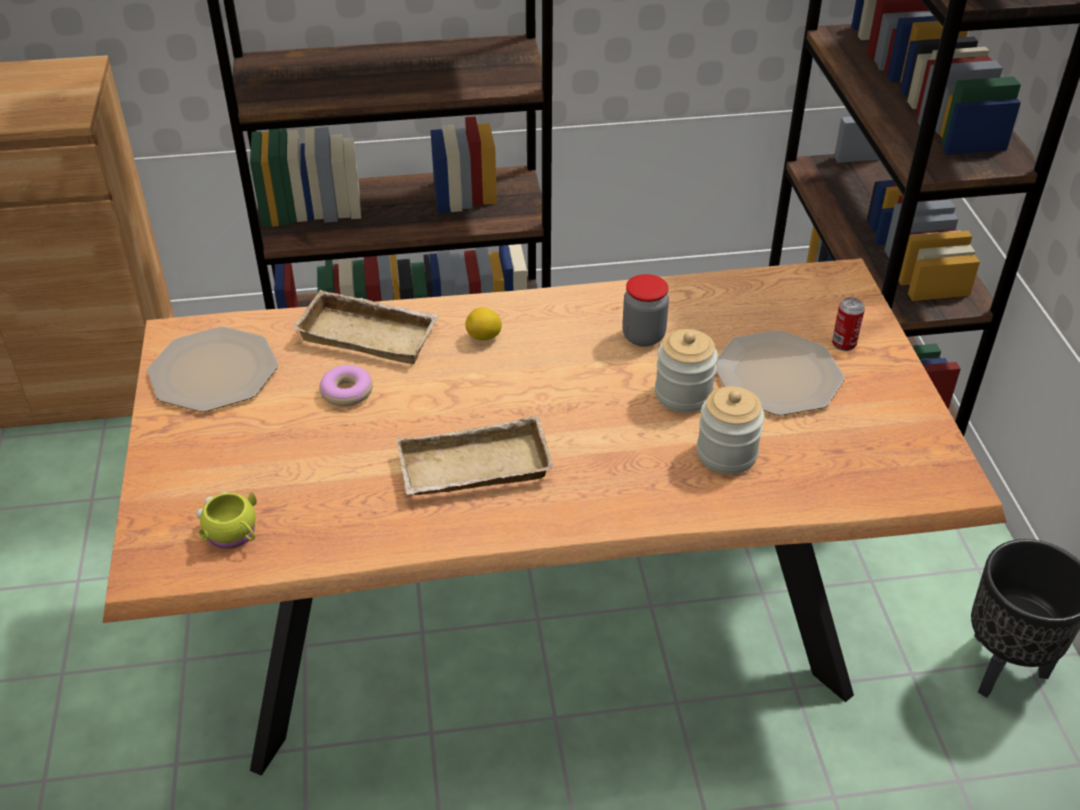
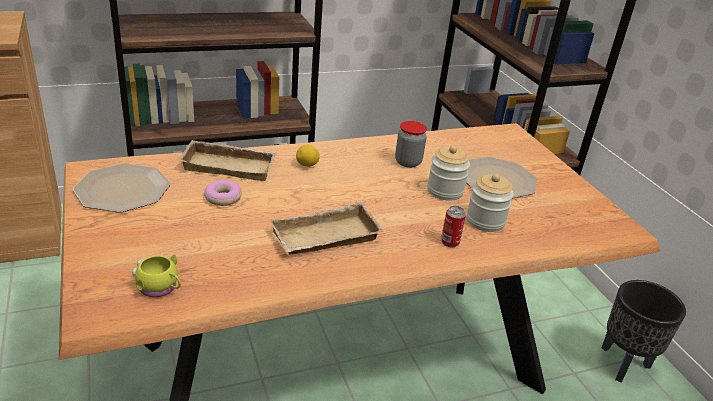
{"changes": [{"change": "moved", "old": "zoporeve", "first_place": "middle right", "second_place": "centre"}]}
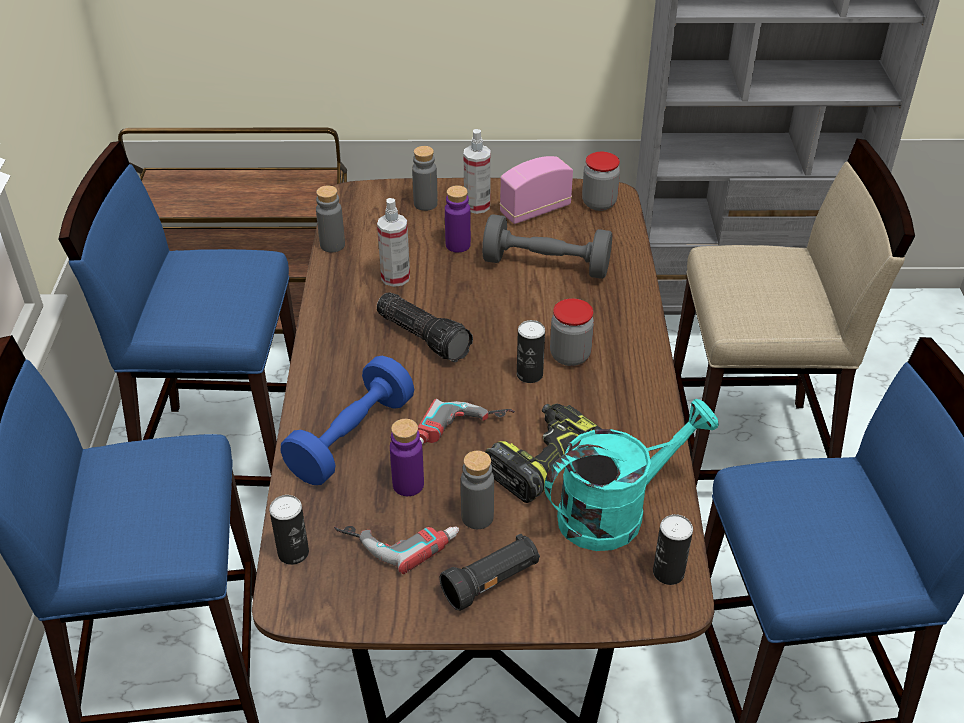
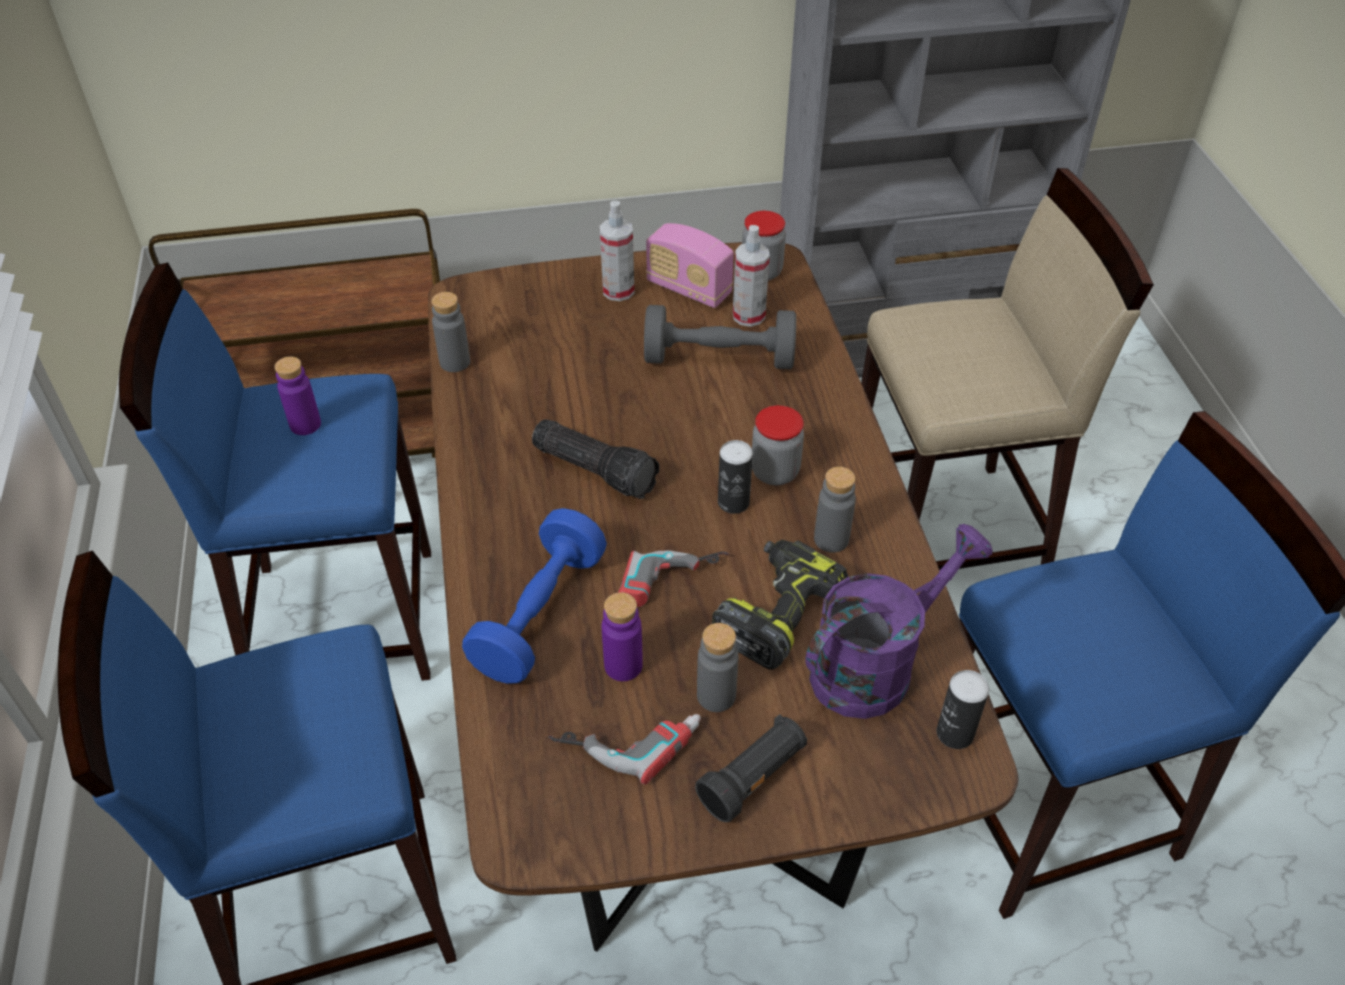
{"changes": [{"change": "moved", "old": "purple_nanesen (2nd from left in the first image)", "new": "purple_nanesen (1st from left)", "first_place": "top centre", "second_place": "middle left"}, {"change": "turned", "old": "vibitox", "first_place": "top centre", "second_place": "top centre", "degrees": -105}, {"change": "moved", "old": "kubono (1st from left in the first image)", "new": "kubono (2nd from left)", "first_place": "centre", "second_place": "top centre"}, {"change": "recoloured", "old": "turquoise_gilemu", "new": "purple_gilemu", "first_place": "centre", "second_place": "middle right"}, {"change": "moved", "old": "grey_nanesen (2nd from left in the first image)", "new": "grey_nanesen (3rd from left)", "first_place": "top centre", "second_place": "centre"}, {"change": "removed", "old": "zoporeve (1st from left)", "first_place": "bottom left"}]}
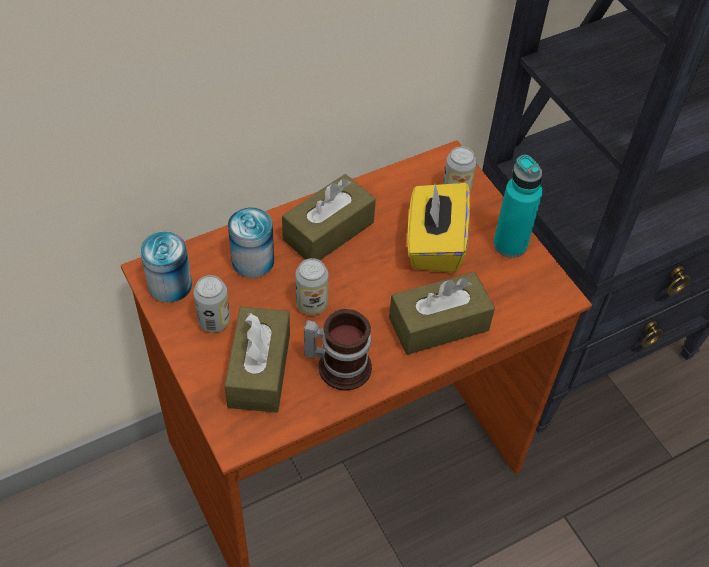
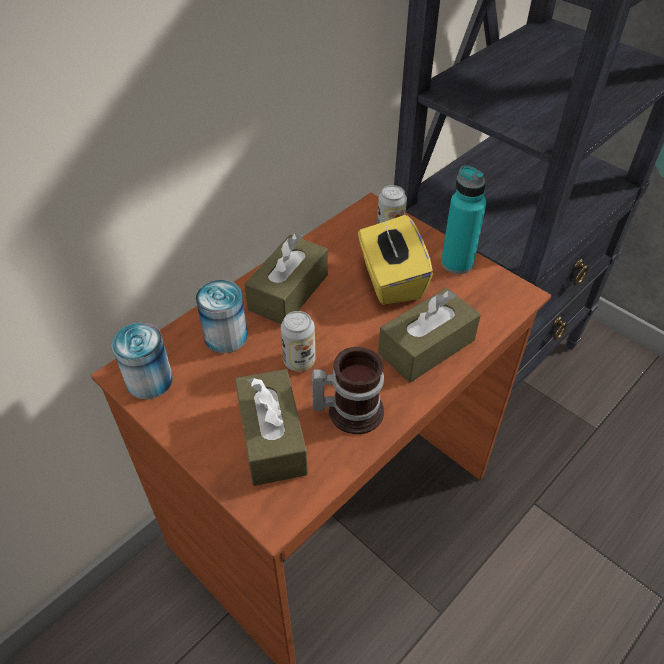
{"changes": [{"change": "removed", "old": "zoporeve (2nd from left)", "first_place": "middle left"}]}
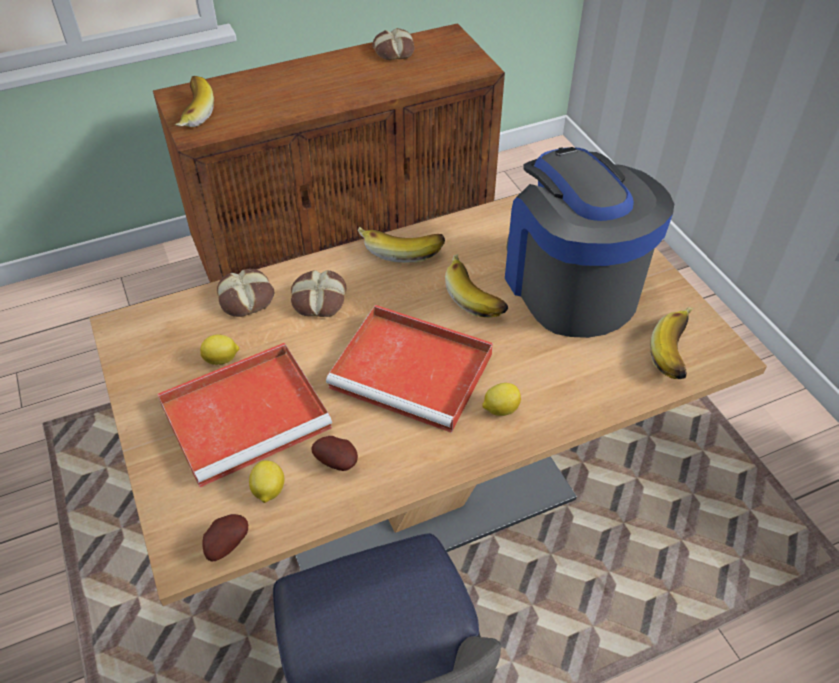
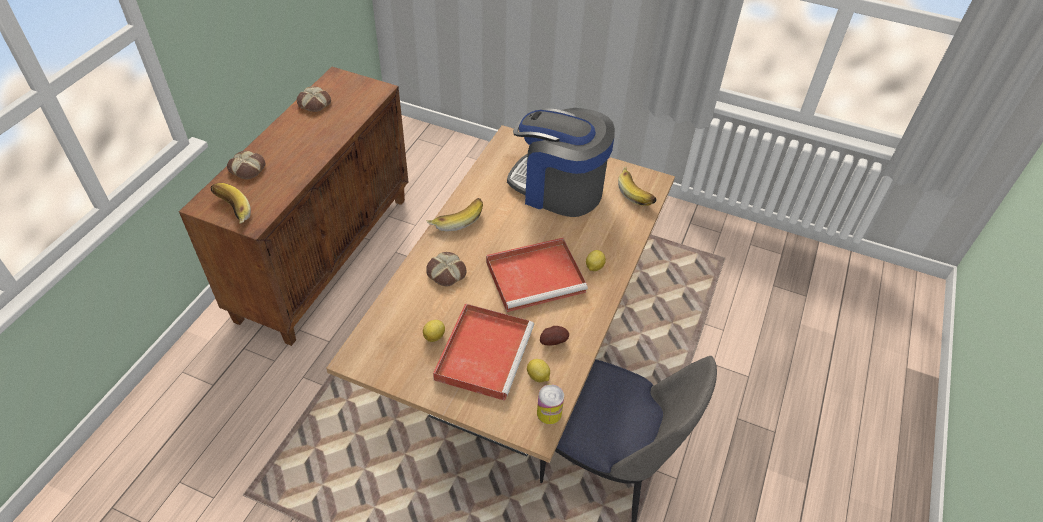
{"changes": [{"change": "moved", "old": "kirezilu (1st from left)", "first_place": "middle left", "second_place": "top left"}, {"change": "replaced", "old": "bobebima (1st from left)", "new": "zoporeve", "first_place": "bottom left", "second_place": "bottom centre"}, {"change": "removed", "old": "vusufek (3rd from left)", "first_place": "centre"}]}
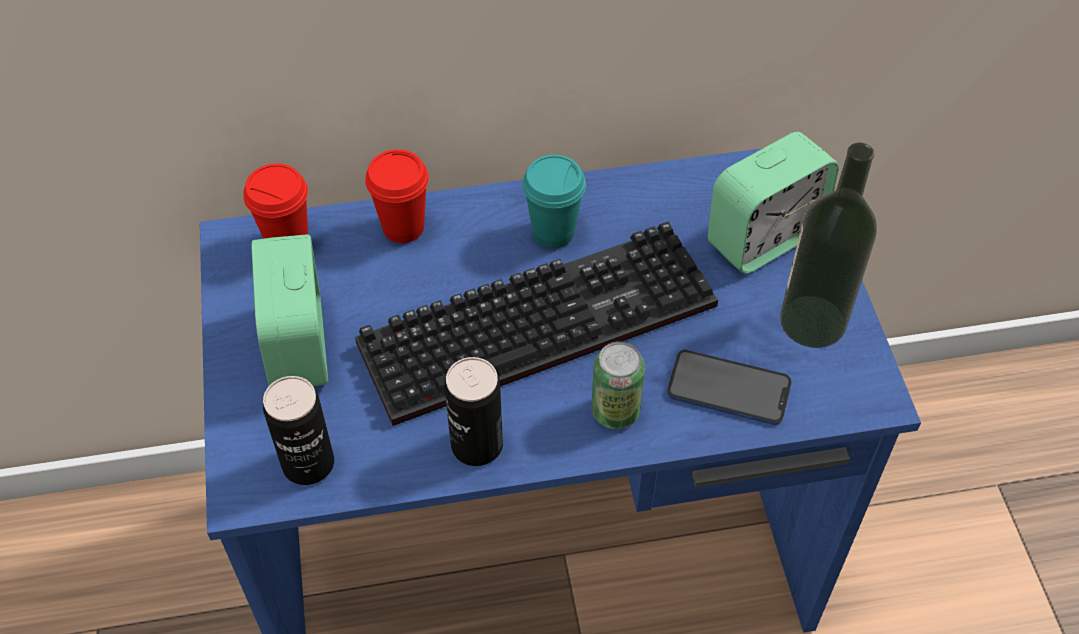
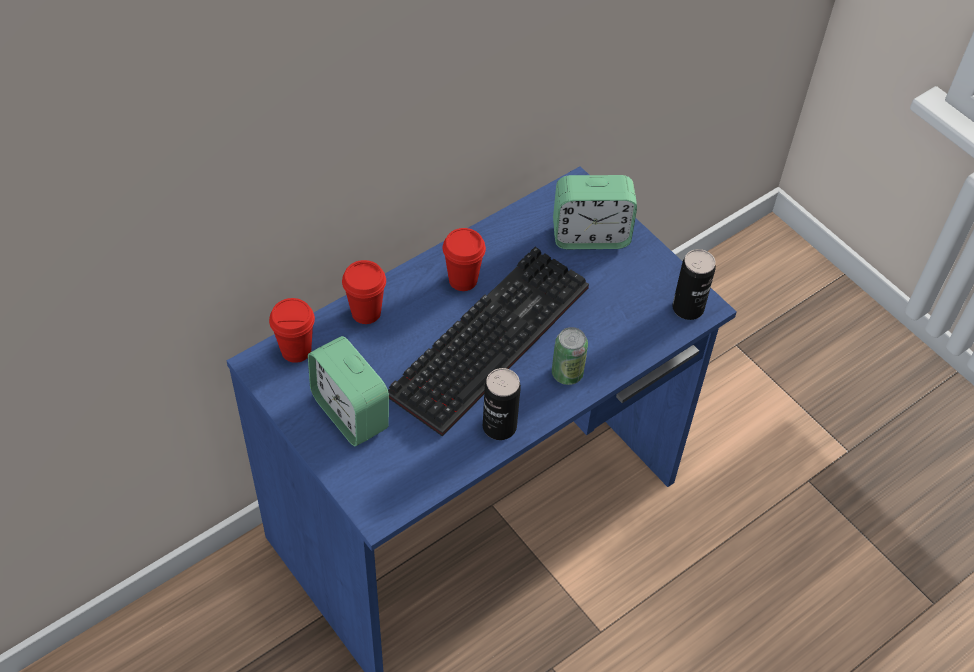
{"changes": [{"change": "recoloured", "old": "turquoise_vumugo", "new": "red_vumugo (3rd from left)", "first_place": "top centre", "second_place": "centre"}, {"change": "turned", "old": "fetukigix (2nd from left)", "first_place": "top right", "second_place": "top centre", "degrees": 60}, {"change": "moved", "old": "zoporeve (1st from left in the first image)", "new": "zoporeve (3rd from left)", "first_place": "bottom left", "second_place": "middle right"}, {"change": "removed", "old": "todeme", "first_place": "middle right"}, {"change": "removed", "old": "nanesen", "first_place": "middle right"}]}
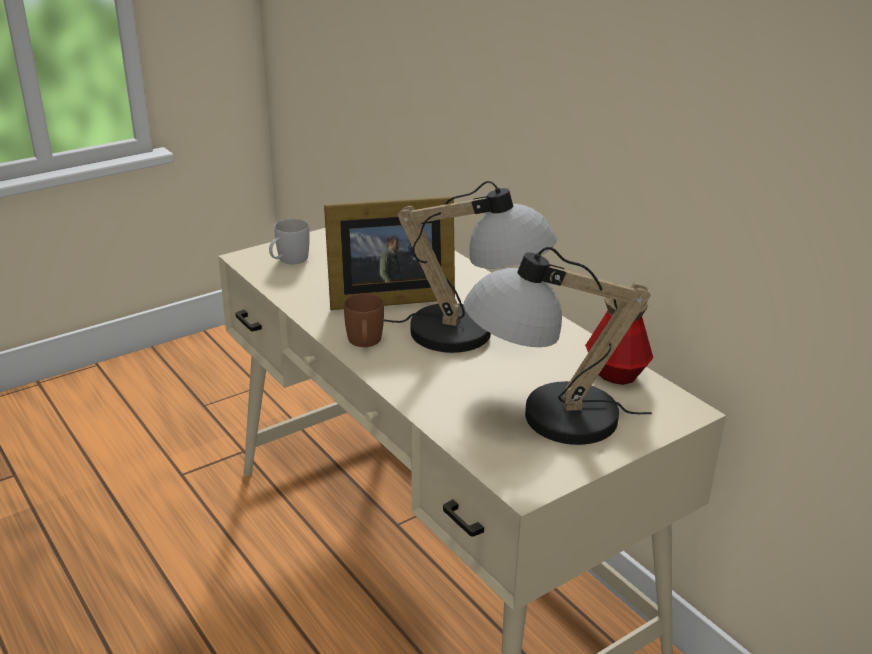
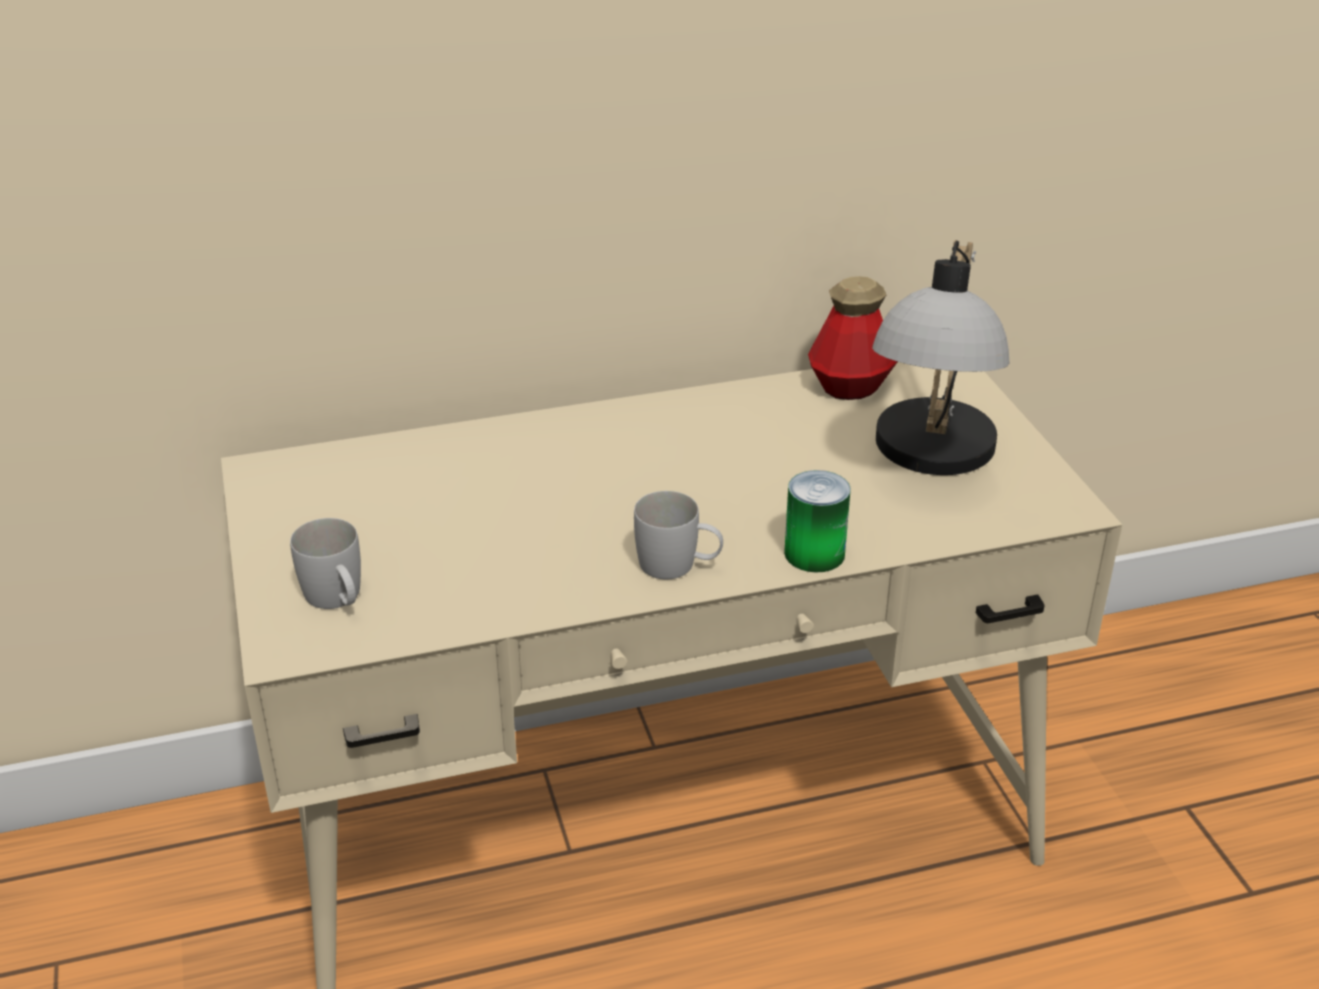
{"changes": [{"change": "recoloured", "old": "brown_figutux", "new": "white_figutux (2nd from left)", "first_place": "centre", "second_place": "centre"}, {"change": "added", "new": "zoporeve", "second_place": "centre"}, {"change": "removed", "old": "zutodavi", "first_place": "centre"}, {"change": "removed", "old": "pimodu (1st from left)", "first_place": "centre"}]}
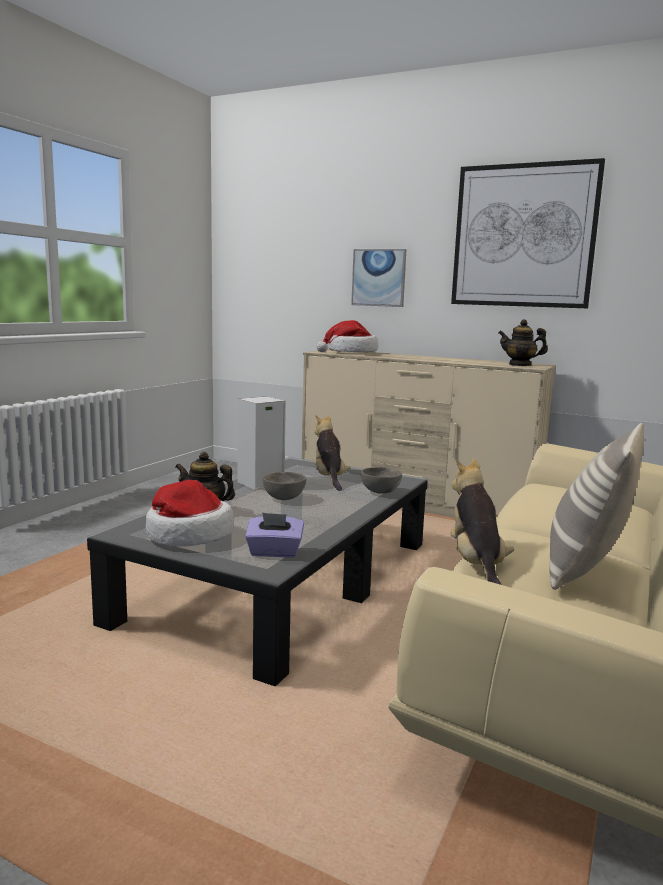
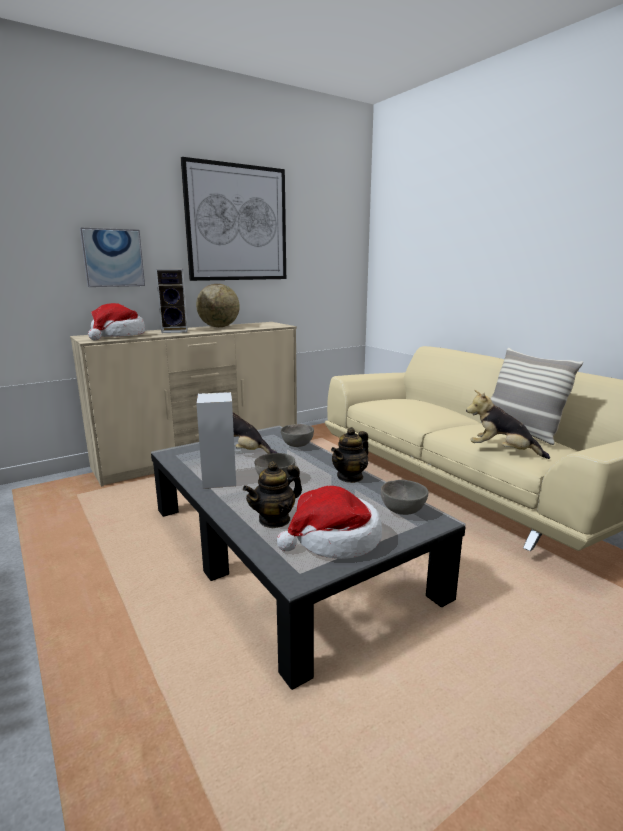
{"changes": [{"change": "added", "new": "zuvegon (1st from left)", "second_place": "middle left"}, {"change": "added", "new": "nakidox", "second_place": "centre"}, {"change": "moved", "old": "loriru (2nd from left)", "first_place": "middle right", "second_place": "centre"}, {"change": "replaced", "old": "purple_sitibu", "new": "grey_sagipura (3rd from left)", "first_place": "centre", "second_place": "centre"}]}
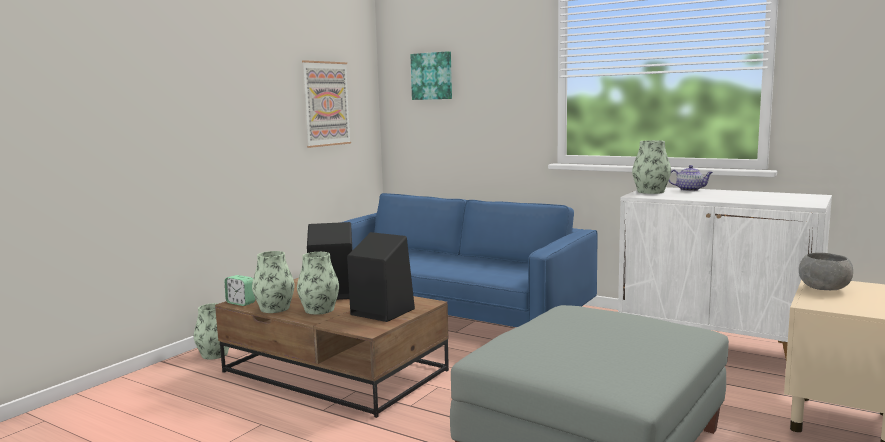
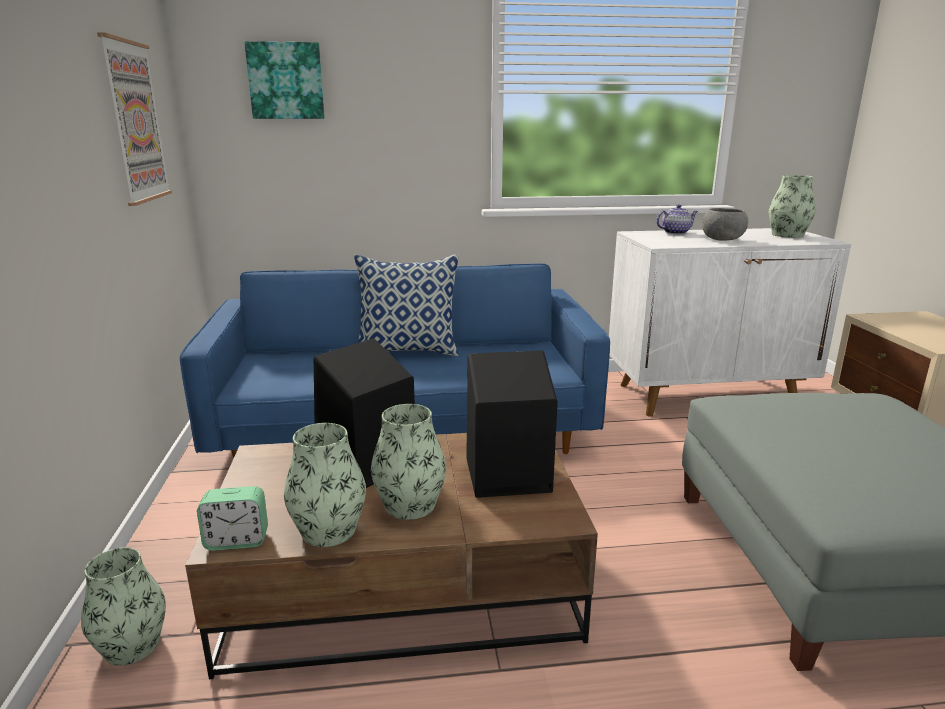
{"changes": [{"change": "added", "new": "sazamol", "second_place": "centre"}, {"change": "moved", "old": "grey_sagipura", "first_place": "middle right", "second_place": "top right"}, {"change": "moved", "old": "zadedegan (4th from left)", "first_place": "middle right", "second_place": "top right"}]}
